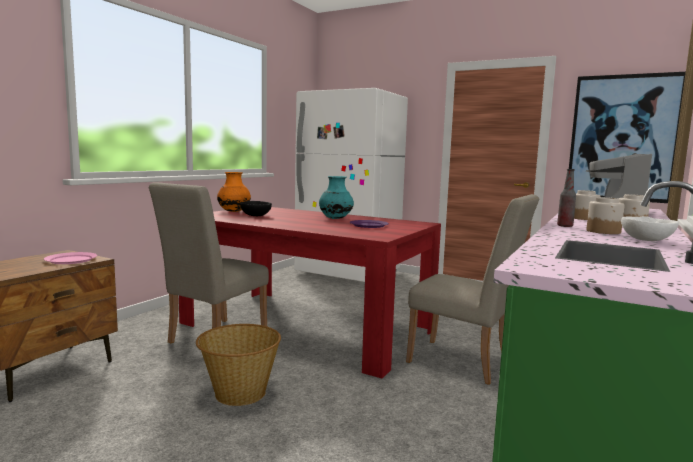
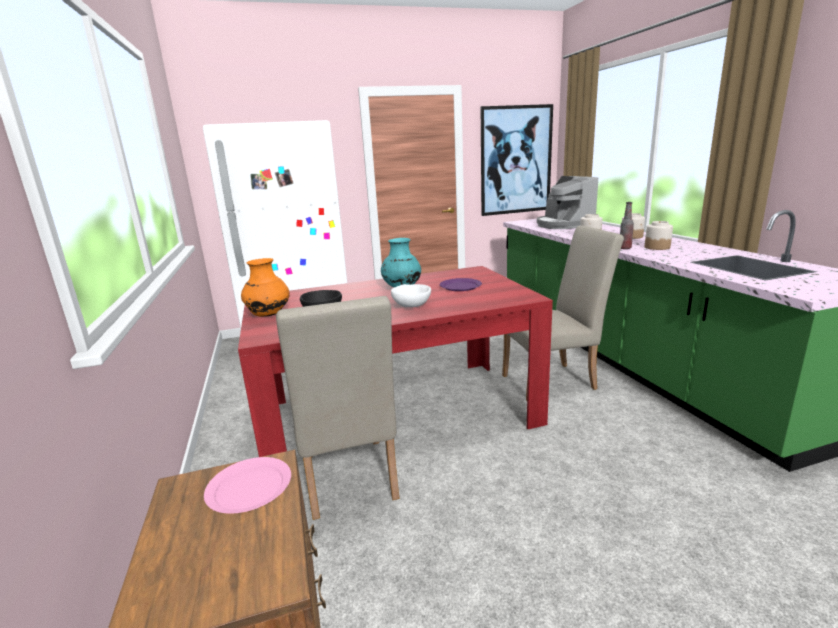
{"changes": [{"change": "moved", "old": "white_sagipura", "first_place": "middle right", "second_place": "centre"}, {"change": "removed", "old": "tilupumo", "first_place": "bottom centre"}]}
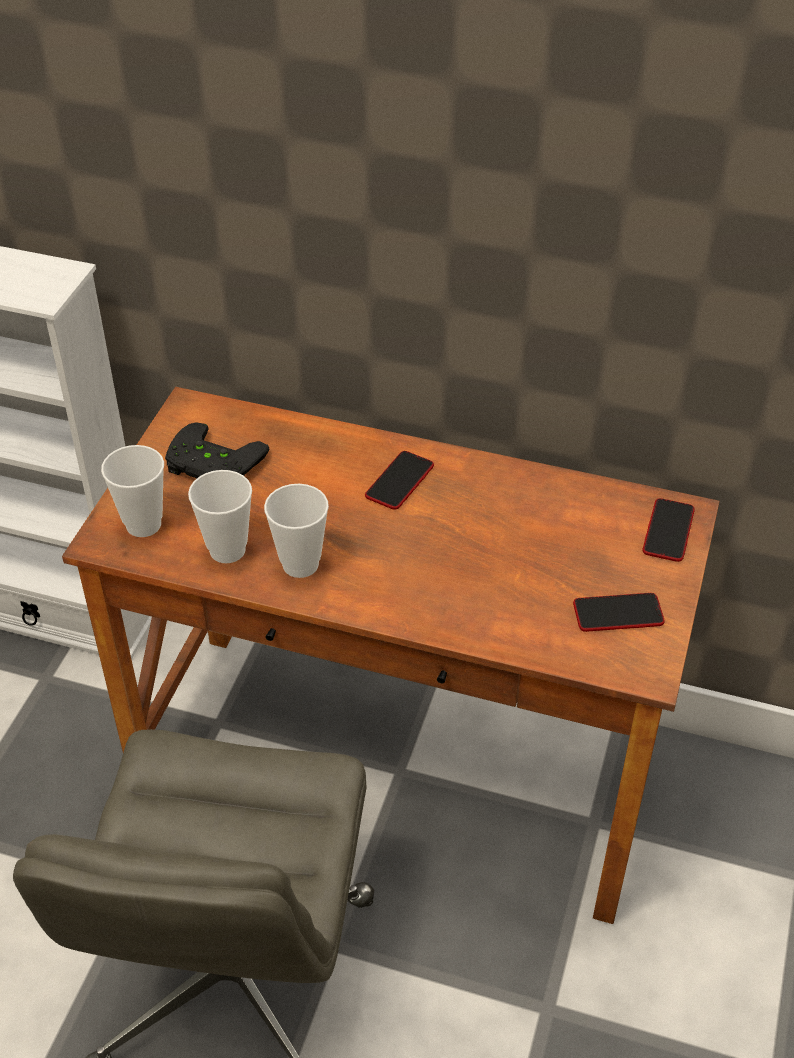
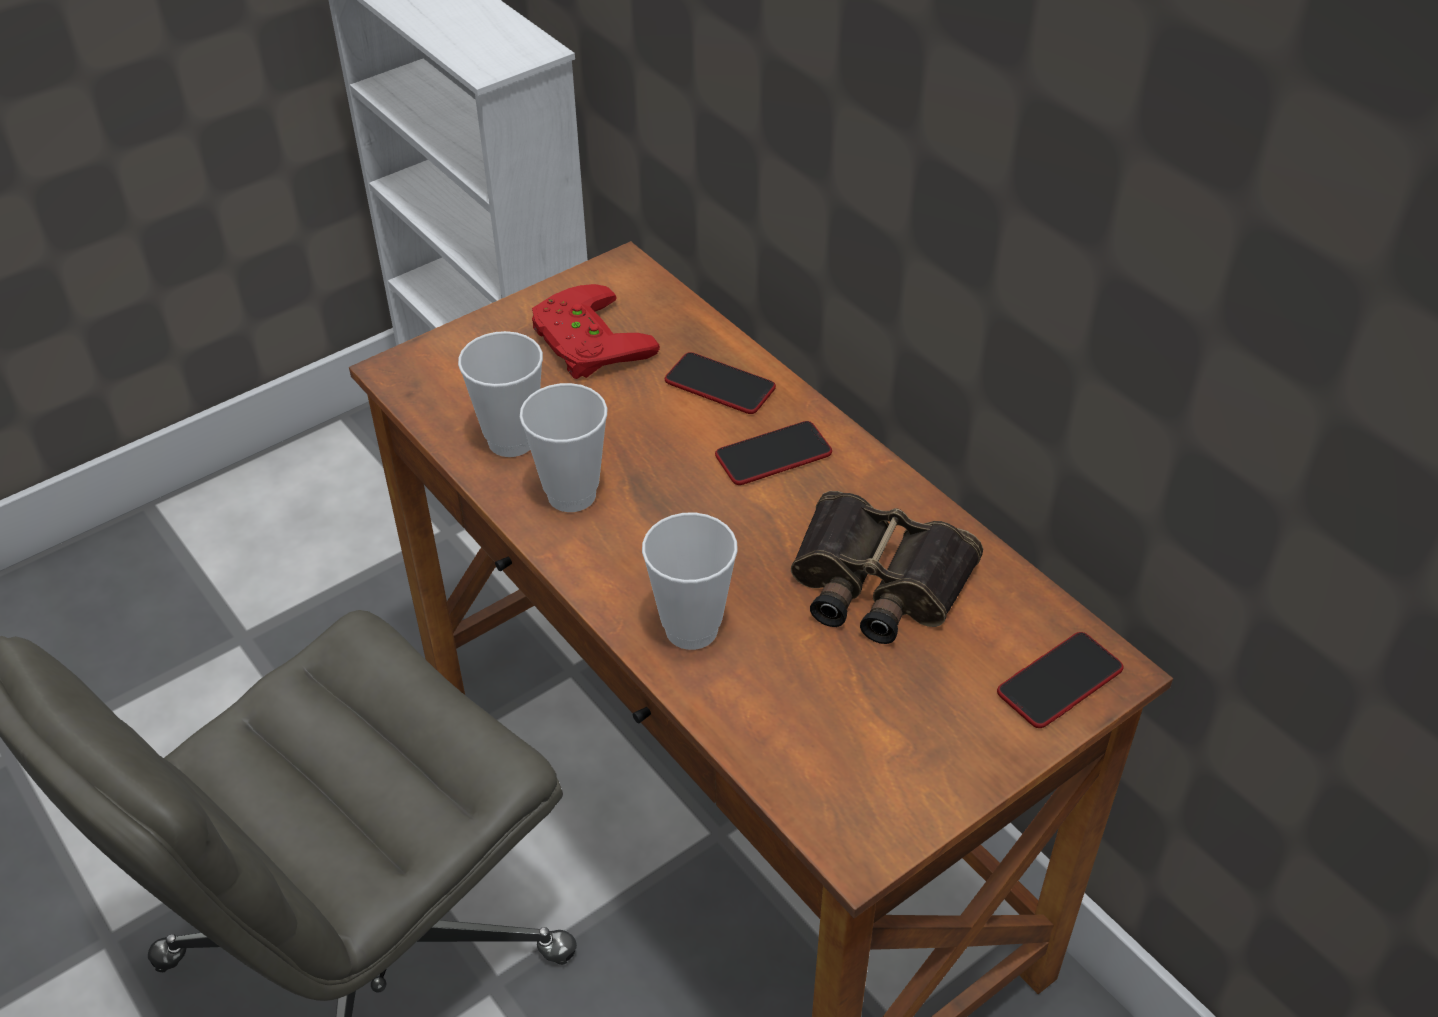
{"changes": [{"change": "recoloured", "old": "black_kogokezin", "new": "red_kogokezin", "first_place": "middle left", "second_place": "top centre"}, {"change": "moved", "old": "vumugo (1st from left in the first image)", "new": "vumugo (3rd from left)", "first_place": "middle left", "second_place": "centre"}, {"change": "moved", "old": "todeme (2nd from left in the first image)", "new": "todeme (1st from left)", "first_place": "middle right", "second_place": "centre"}, {"change": "added", "new": "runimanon", "second_place": "centre"}]}
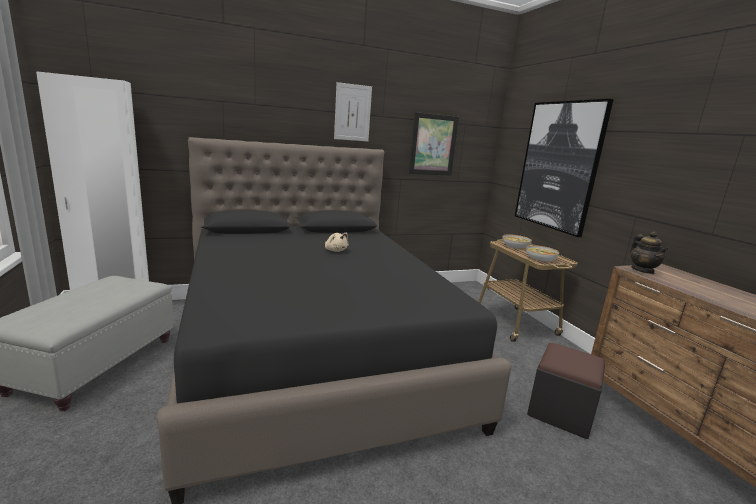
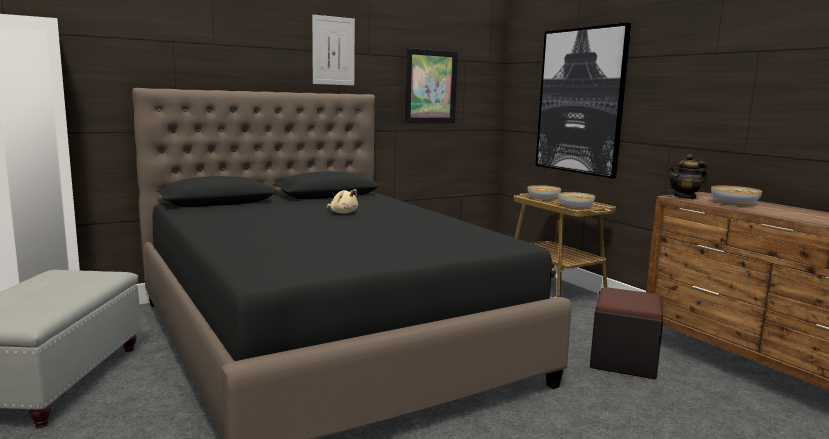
{"changes": [{"change": "turned", "old": "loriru", "first_place": "middle right", "second_place": "middle right", "degrees": 90}, {"change": "added", "new": "sagipura (3rd from left)", "second_place": "middle right"}]}
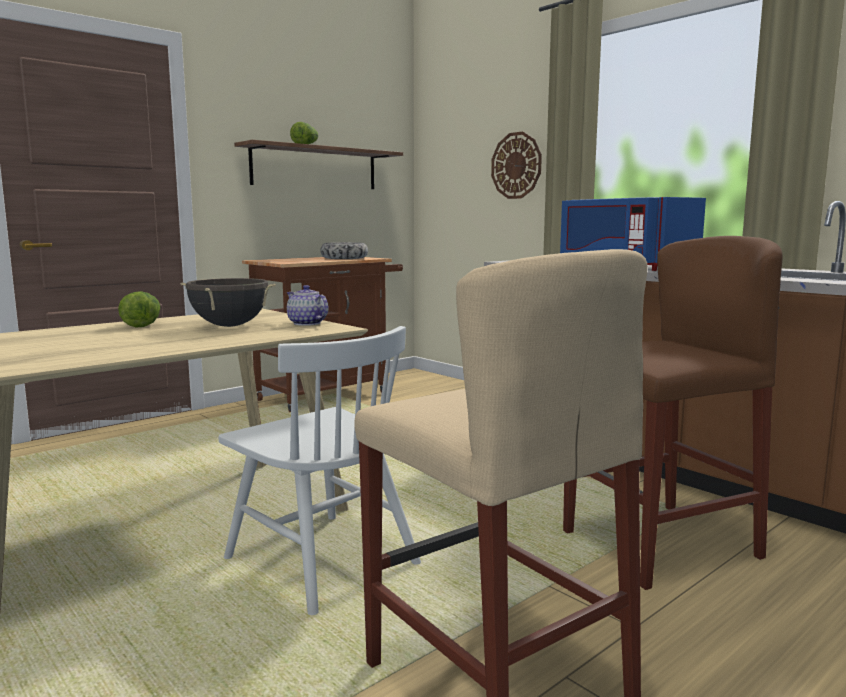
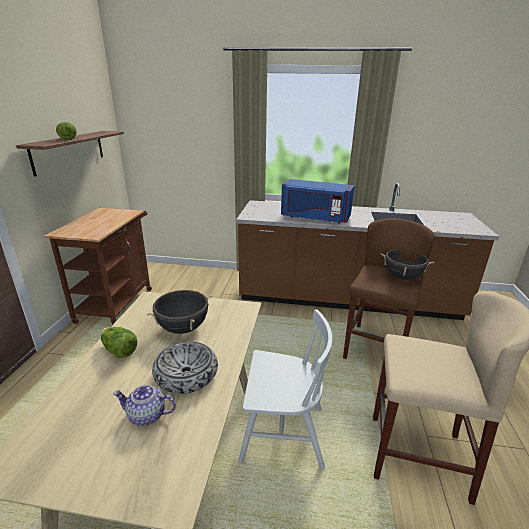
{"changes": [{"change": "moved", "old": "loriru", "first_place": "centre", "second_place": "bottom left"}, {"change": "moved", "old": "sagipura", "first_place": "centre", "second_place": "bottom centre"}, {"change": "added", "new": "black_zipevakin (2nd from left)", "second_place": "middle right"}, {"change": "removed", "old": "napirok", "first_place": "top centre"}]}
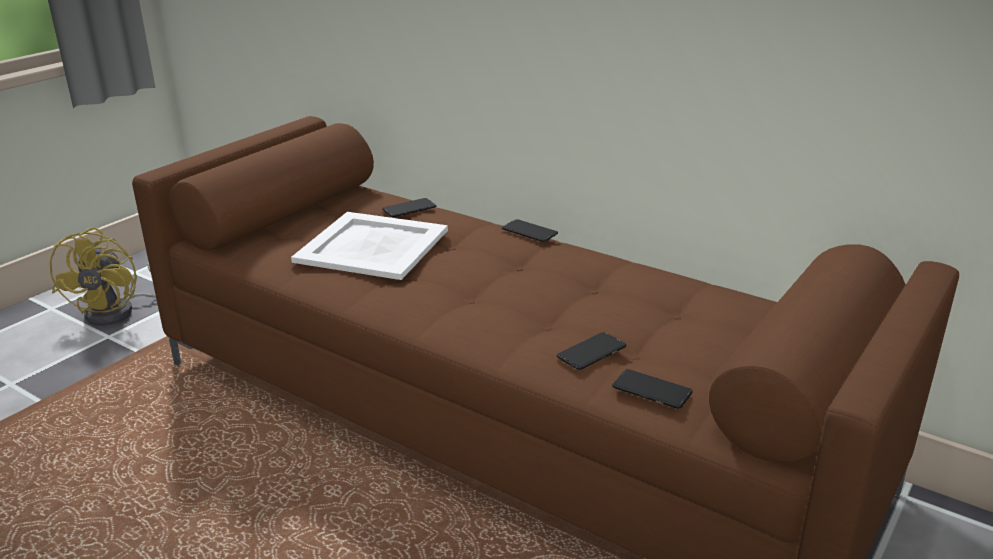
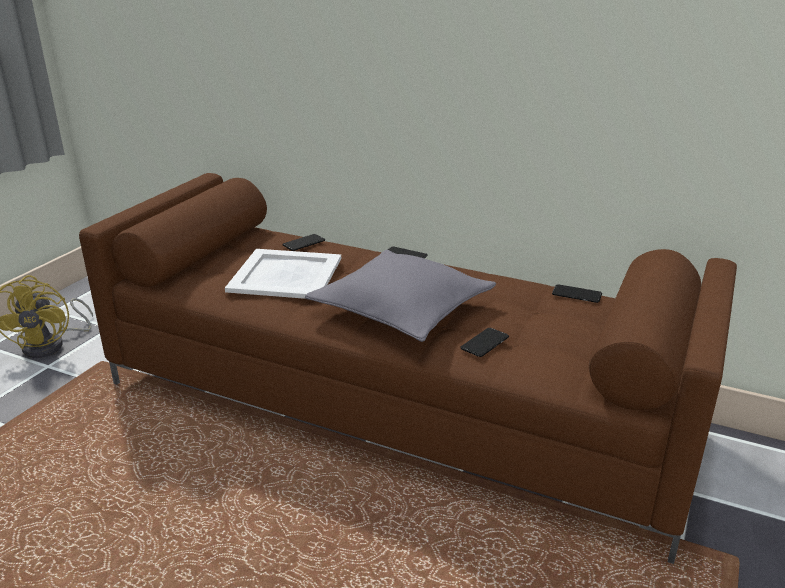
{"changes": [{"change": "added", "new": "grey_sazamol", "second_place": "centre"}, {"change": "moved", "old": "todeme (4th from left)", "first_place": "bottom centre", "second_place": "middle right"}]}
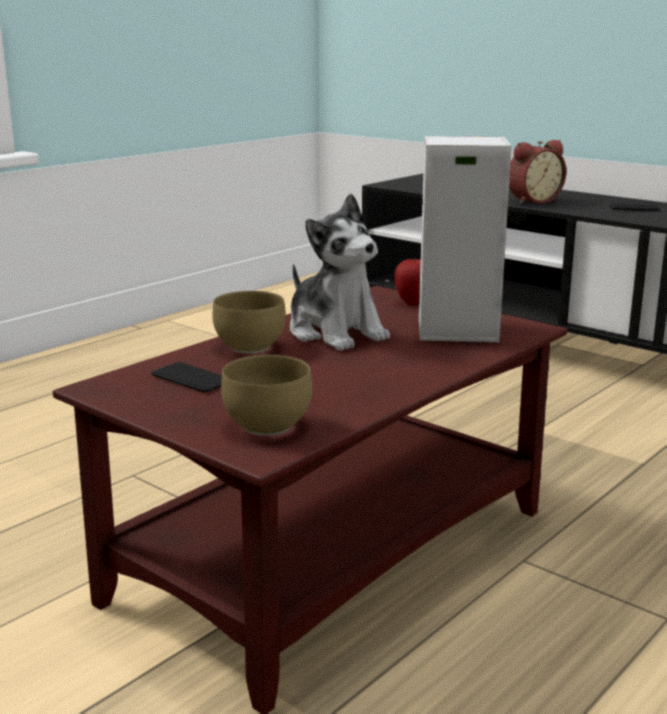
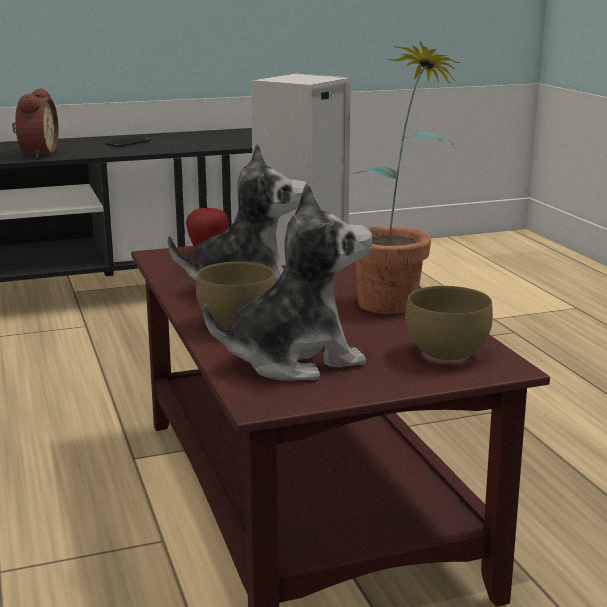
{"changes": [{"change": "replaced", "old": "todeme (1st from left)", "new": "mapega (2nd from left)", "first_place": "middle left", "second_place": "centre"}, {"change": "added", "new": "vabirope", "second_place": "top right"}]}
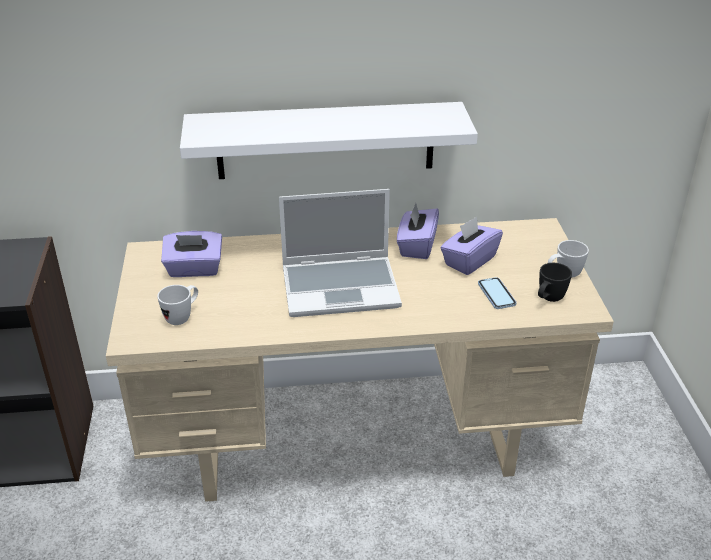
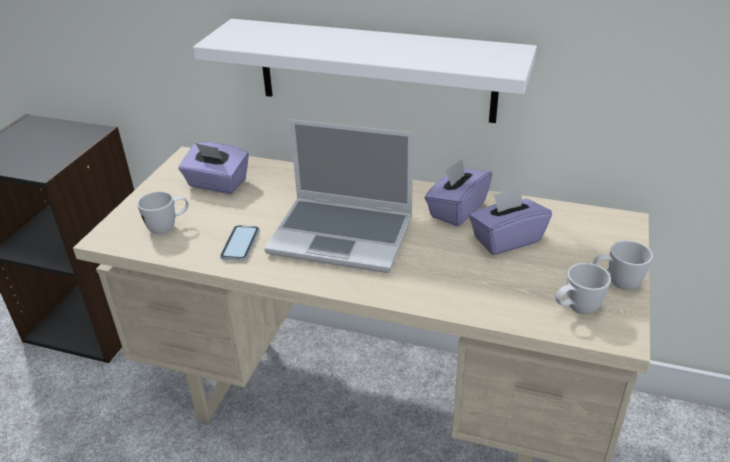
{"changes": [{"change": "moved", "old": "todeme", "first_place": "middle right", "second_place": "middle left"}, {"change": "recoloured", "old": "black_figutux", "new": "white_figutux (2nd from left)", "first_place": "middle right", "second_place": "middle right"}]}
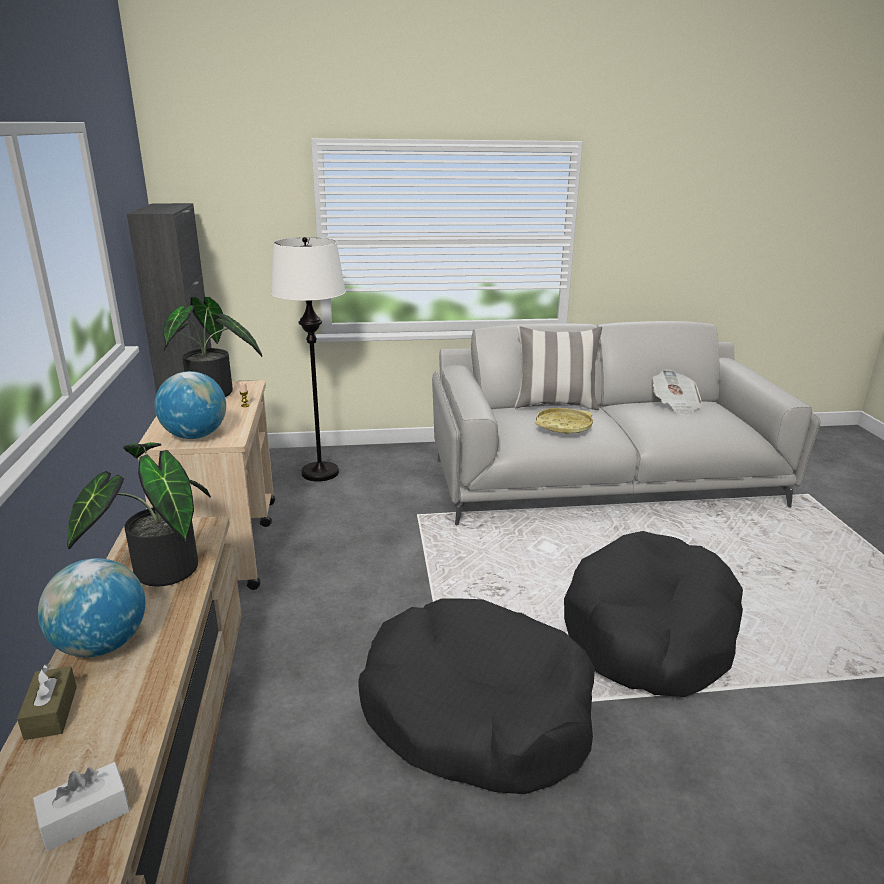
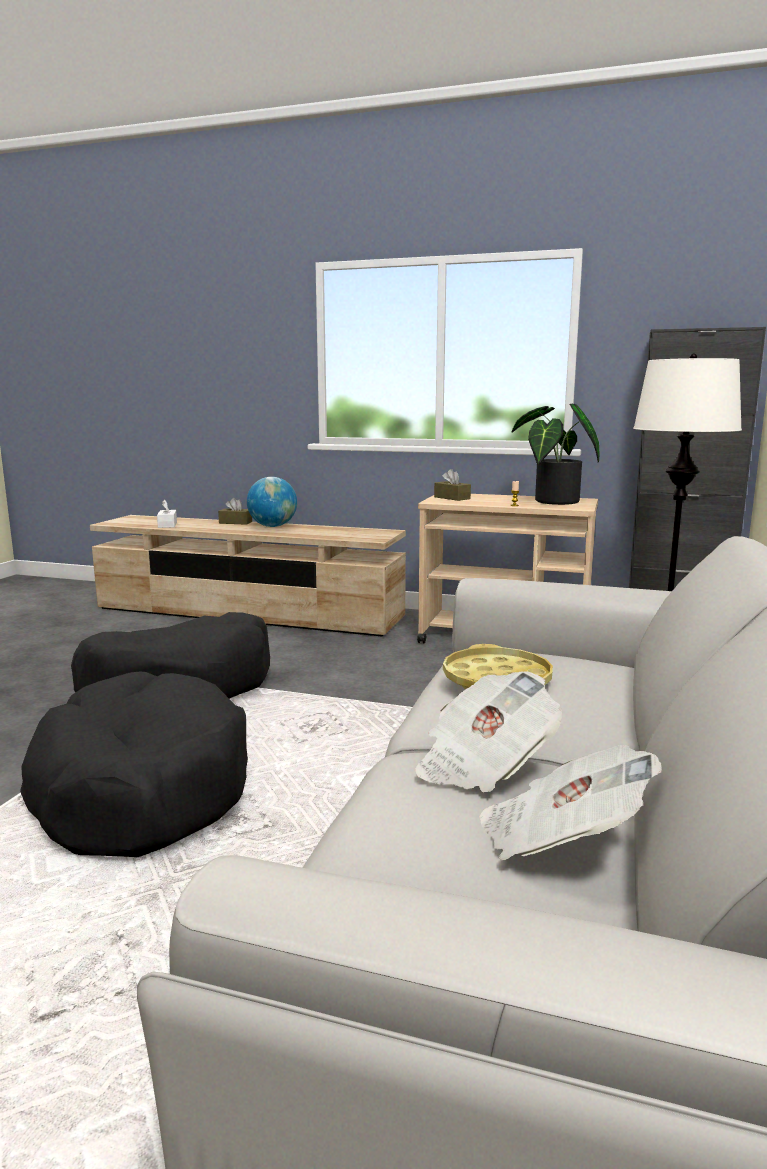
{"changes": [{"change": "added", "new": "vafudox (1st from left)", "second_place": "centre"}, {"change": "replaced", "old": "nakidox (2nd from left)", "new": "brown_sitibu (2nd from left)", "first_place": "middle left", "second_place": "centre"}, {"change": "removed", "old": "vabirope (1st from left)", "first_place": "middle left"}, {"change": "removed", "old": "sazamol", "first_place": "centre"}]}
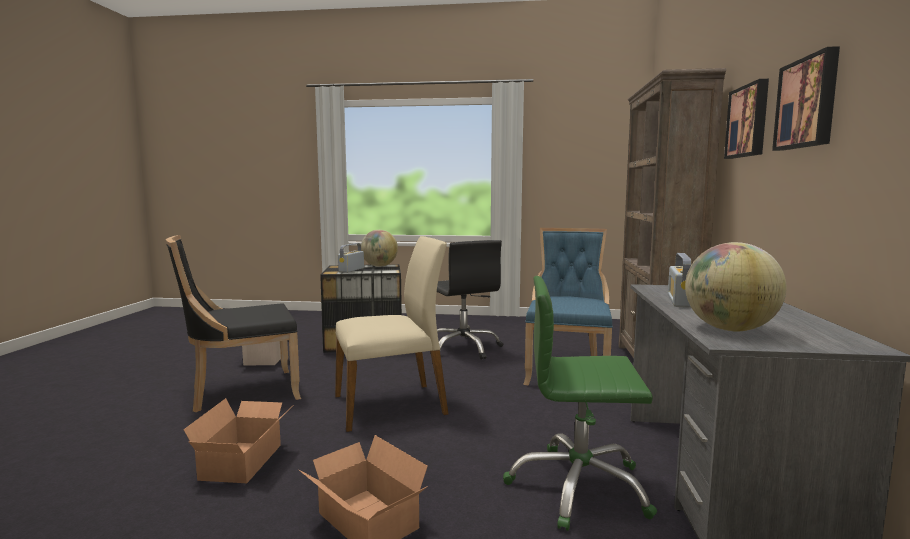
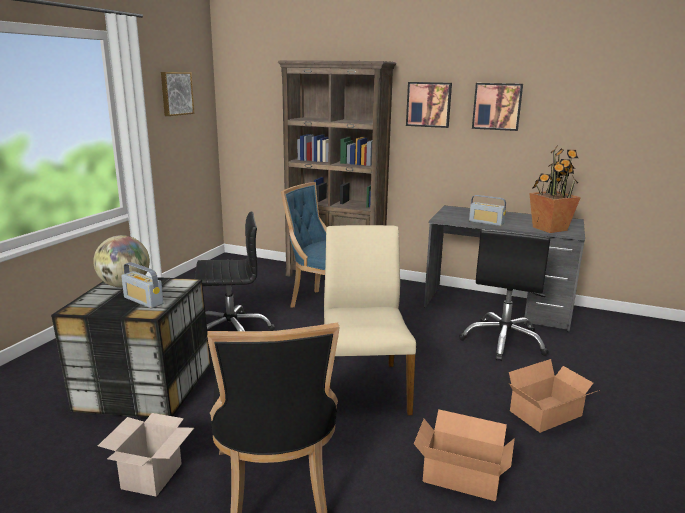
{"changes": [{"change": "added", "new": "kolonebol (1st from left)", "second_place": "top left"}, {"change": "recoloured", "old": "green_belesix", "new": "black_belesix (2nd from left)", "first_place": "bottom centre", "second_place": "middle right"}, {"change": "replaced", "old": "nakidox (2nd from left)", "new": "vabirope", "first_place": "middle right", "second_place": "middle right"}]}
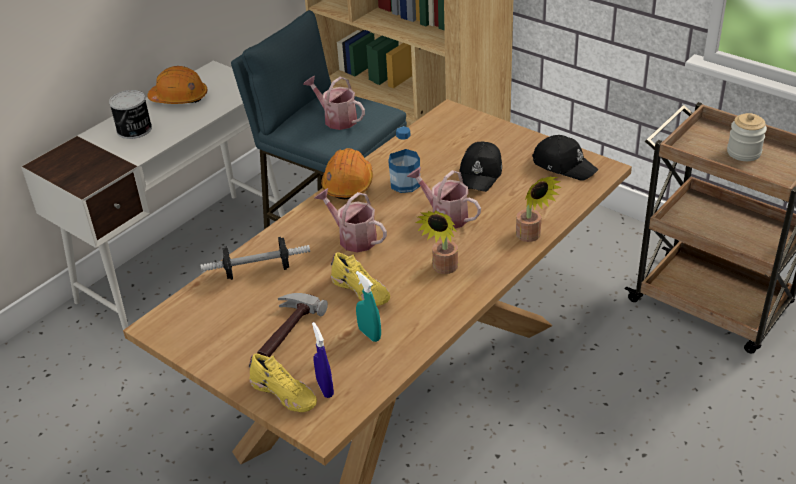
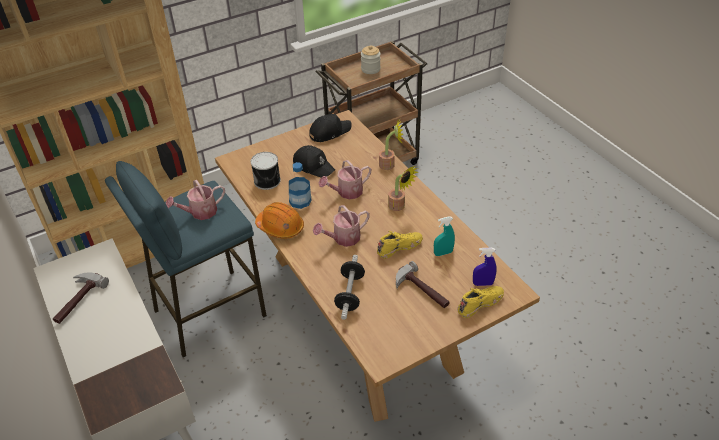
{"changes": [{"change": "replaced", "old": "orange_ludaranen (1st from left)", "new": "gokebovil (1st from left)", "first_place": "top left", "second_place": "bottom left"}, {"change": "moved", "old": "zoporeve", "first_place": "top left", "second_place": "centre"}]}
